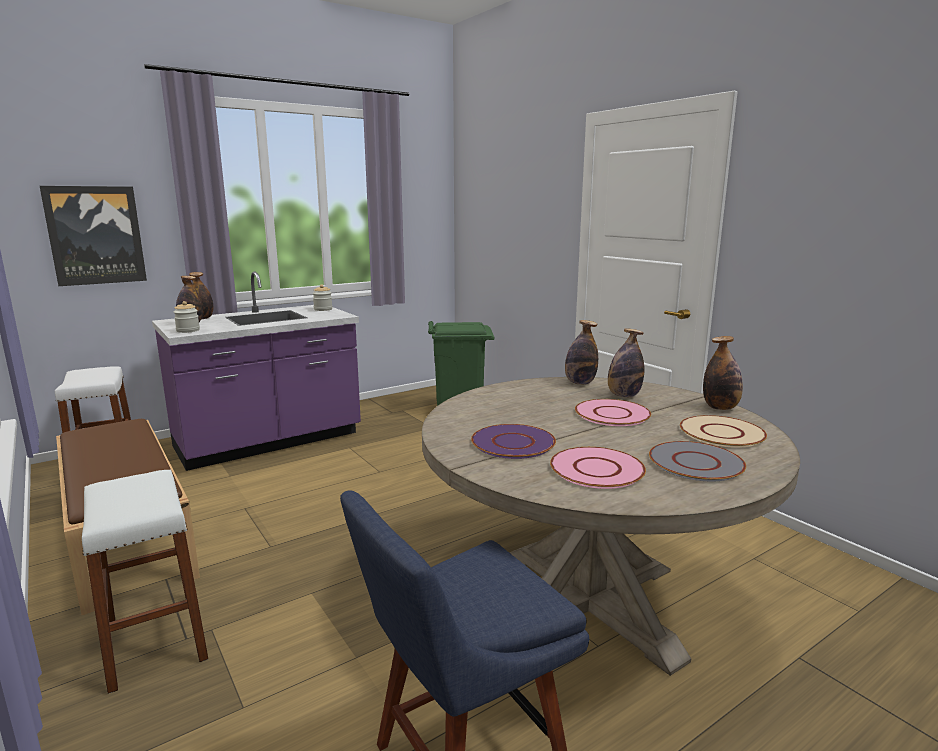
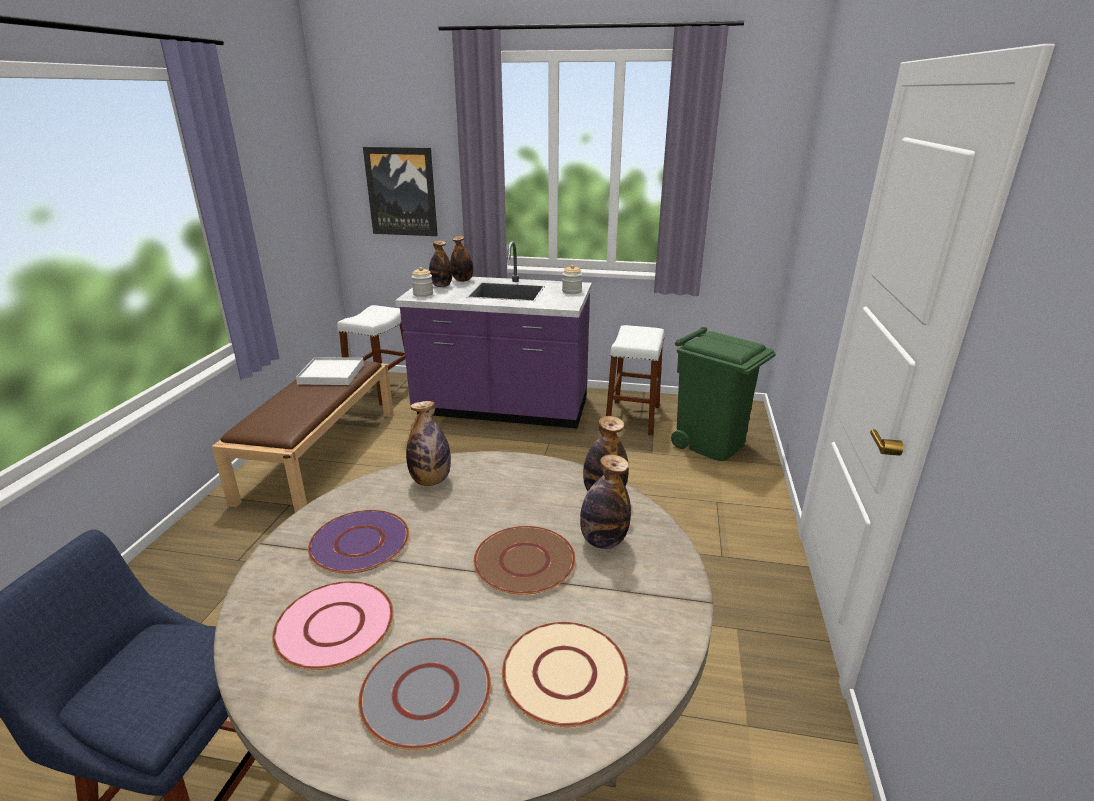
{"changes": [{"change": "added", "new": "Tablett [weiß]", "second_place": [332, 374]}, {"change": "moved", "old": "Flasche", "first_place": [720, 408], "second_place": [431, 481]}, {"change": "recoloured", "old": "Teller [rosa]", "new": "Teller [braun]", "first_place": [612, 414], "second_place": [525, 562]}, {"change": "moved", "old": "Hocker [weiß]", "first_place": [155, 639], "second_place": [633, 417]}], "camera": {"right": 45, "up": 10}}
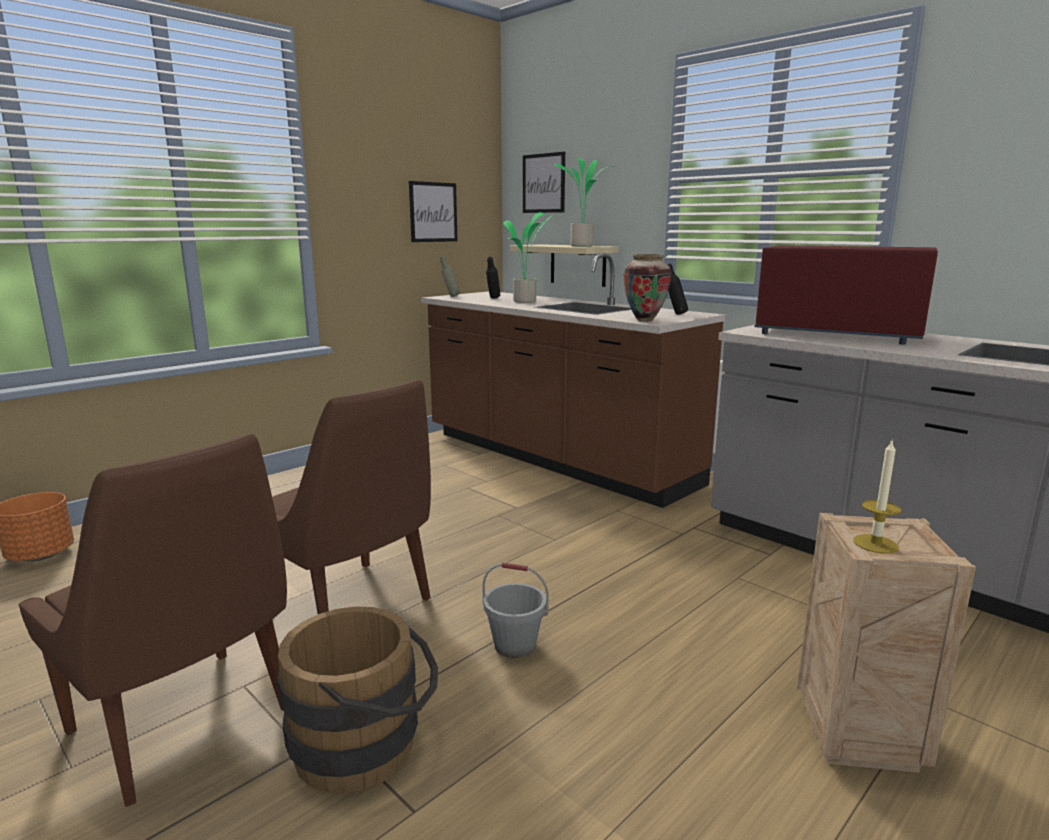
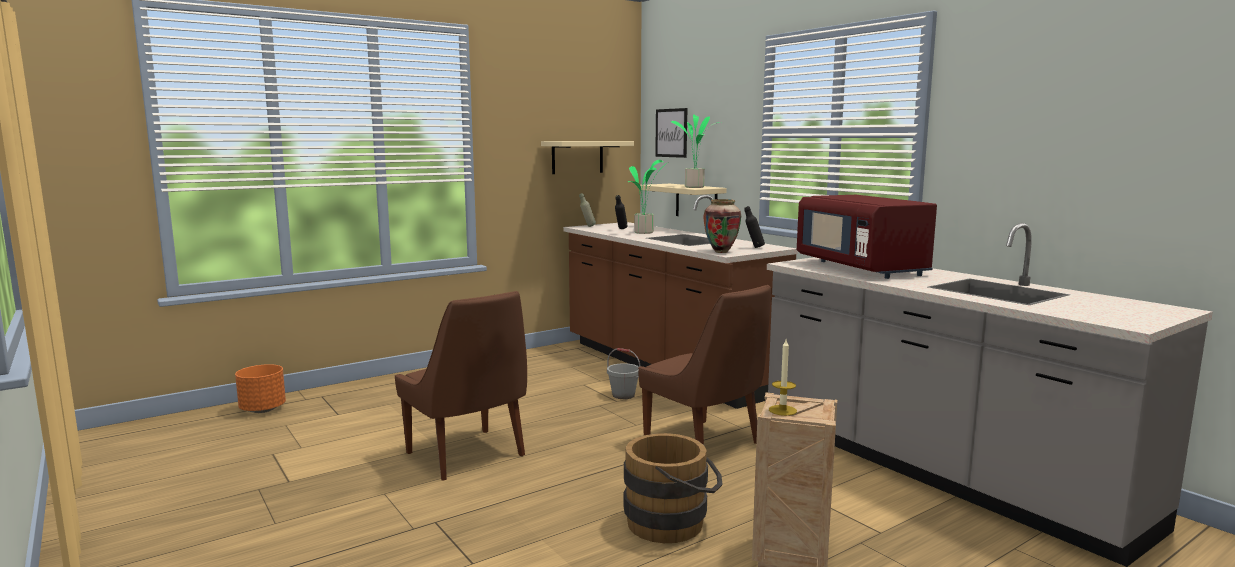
{"changes": [{"change": "replaced", "old": "Bild", "new": "Wandregal [beige]", "first_place": [433, 212], "second_place": [577, 157]}, {"change": "moved", "old": "Eimer [grau]", "first_place": [515, 645], "second_place": [623, 395]}, {"change": "moved", "old": "Eimer [braun]", "first_place": [367, 745], "second_place": [673, 523]}, {"change": "moved", "old": "Stuhl [braun]", "first_place": [186, 724], "second_place": [705, 444]}, {"change": "turned", "old": "Mikrowelle [rot]", "first_place": [838, 334], "second_place": [861, 268], "degrees": -150}], "camera": {"right": 10, "up": -5}}
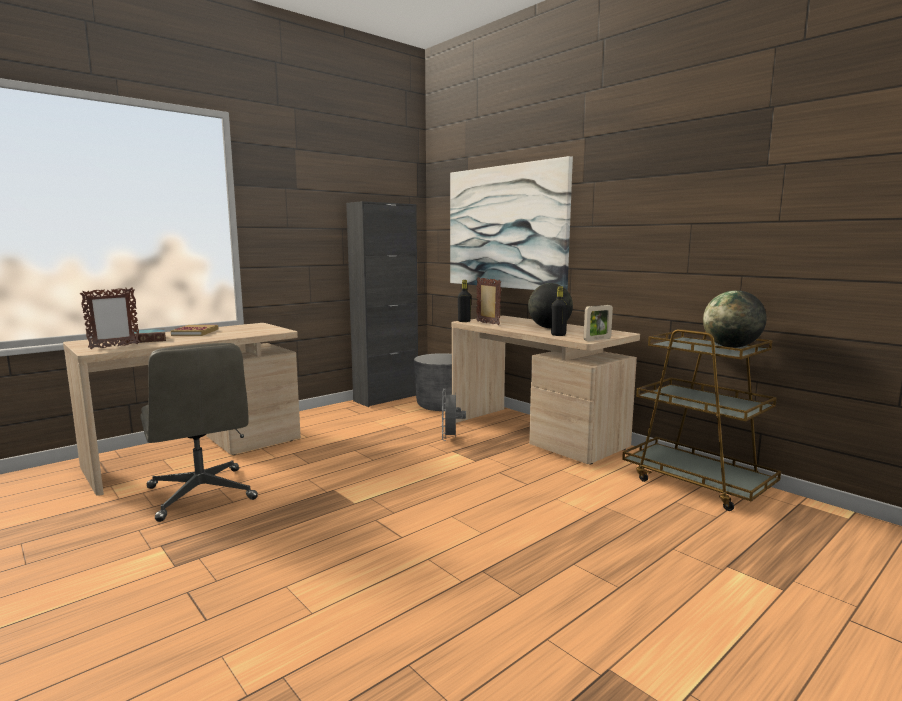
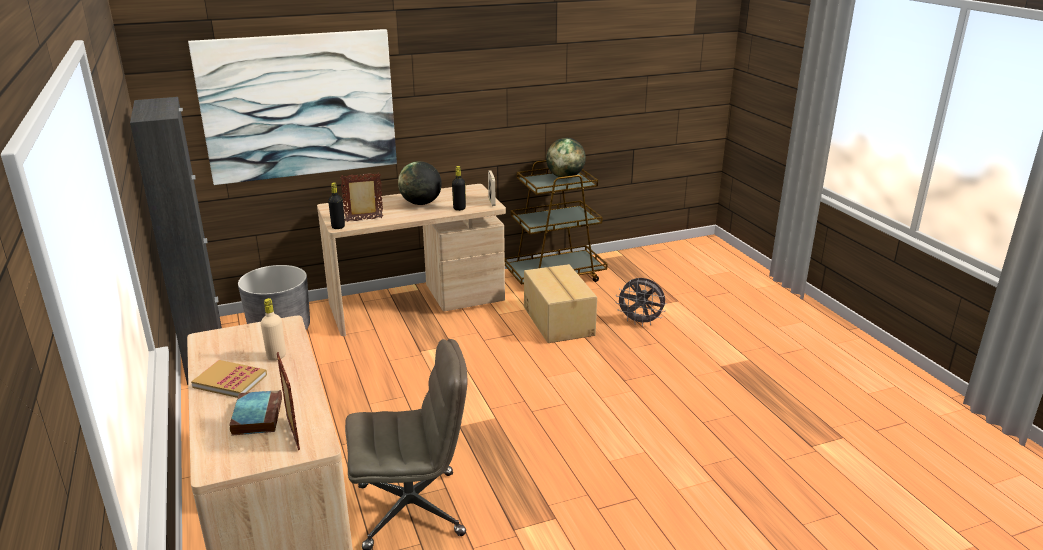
{"changes": [{"change": "added", "new": "Flasche [beige]", "second_place": [276, 356]}, {"change": "added", "new": "Karton", "second_place": [559, 320]}, {"change": "moved", "old": "Ventilator [grau]", "first_place": [451, 439], "second_place": [640, 322]}], "camera": {"right": -70, "up": 15}}
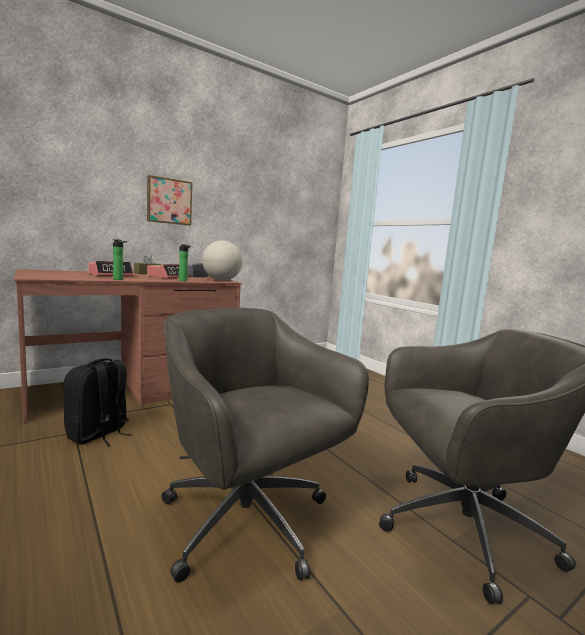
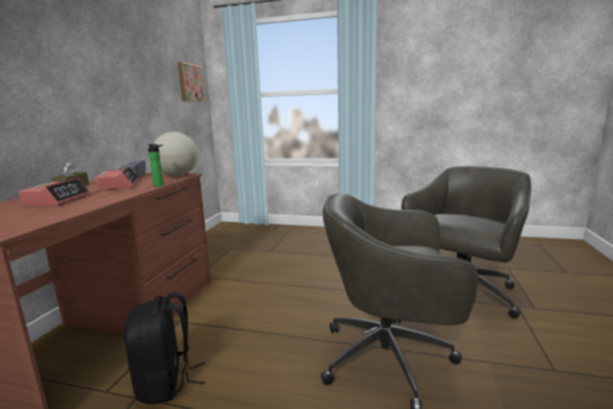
{"changes": [{"change": "moved", "old": "Bild", "first_place": [169, 201], "second_place": [190, 83]}, {"change": "removed", "old": "Flasche", "first_place": [119, 279]}], "camera": {"right": -40, "up": 5}}
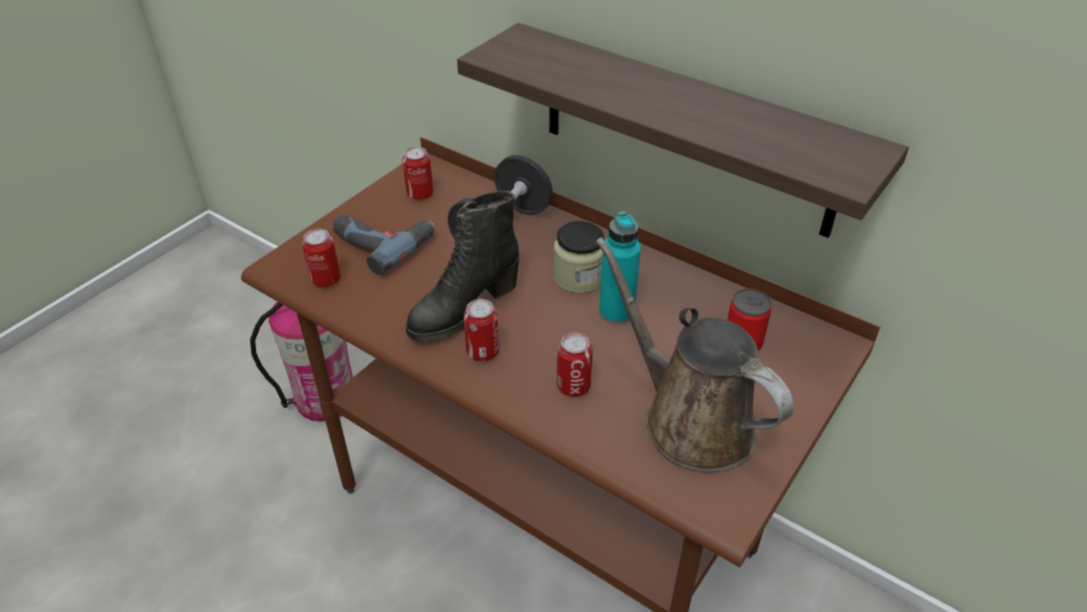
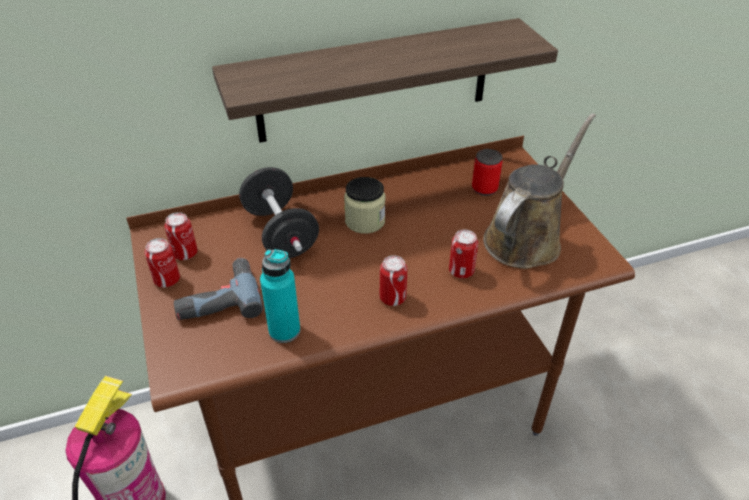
{"changes": [{"change": "moved", "old": "Dose", "first_place": [326, 279], "second_place": [167, 280]}, {"change": "moved", "old": "Flasche [türkis]", "first_place": [616, 312], "second_place": [284, 331]}, {"change": "turned", "old": "Gießkanne [braun]", "first_place": [690, 419], "second_place": [526, 238], "degrees": 135}, {"change": "removed", "old": "Stiefel [schwarz]", "first_place": [463, 310]}], "camera": {"right": -55, "up": 0}}
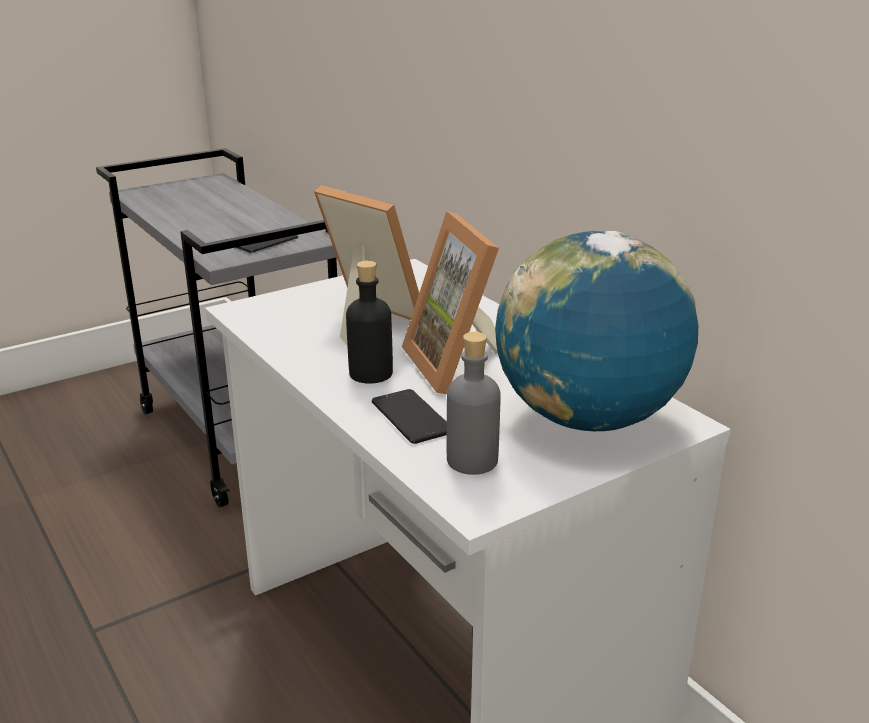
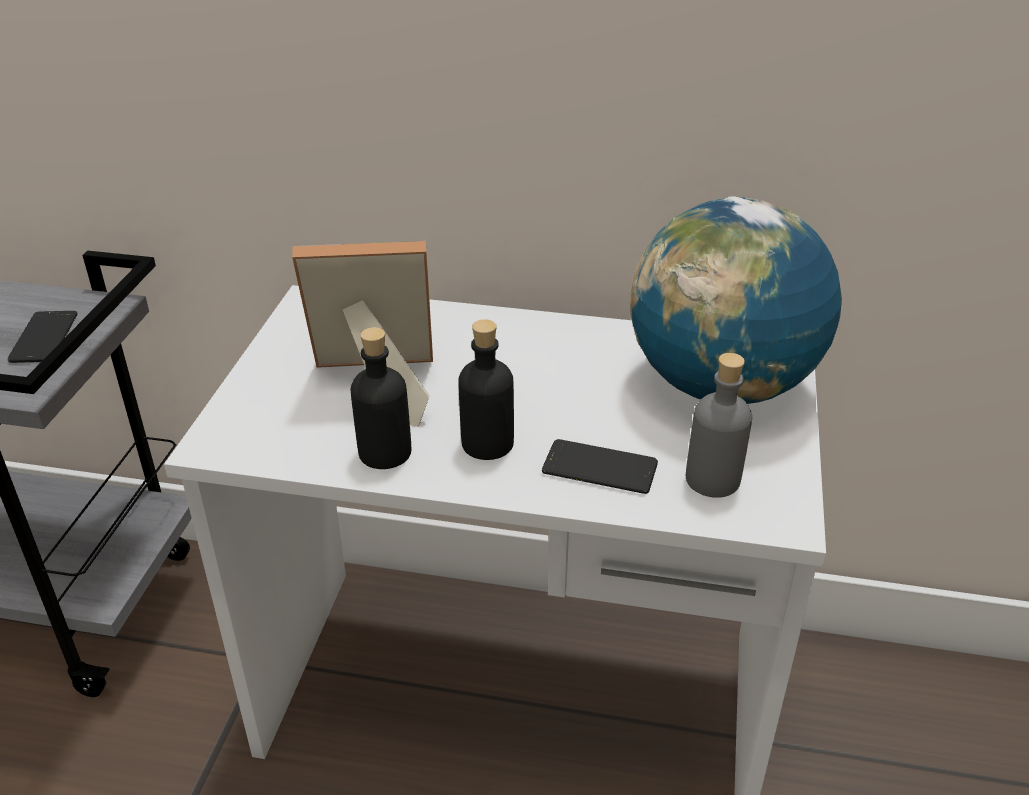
{"changes": [{"change": "added", "new": "Flasche [schwarz]", "second_place": [384, 452]}, {"change": "removed", "old": "Bilderrahmen", "first_place": [460, 364]}], "camera": {"right": -45, "up": 10}}
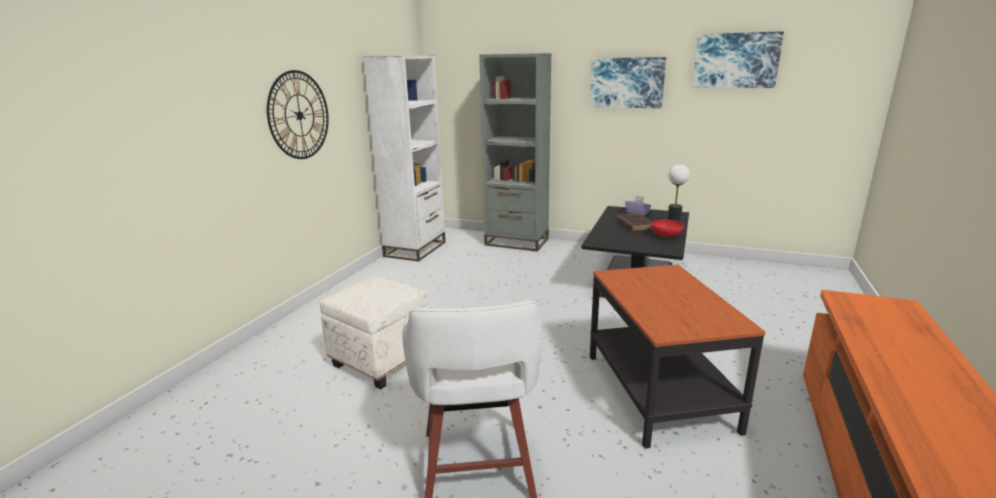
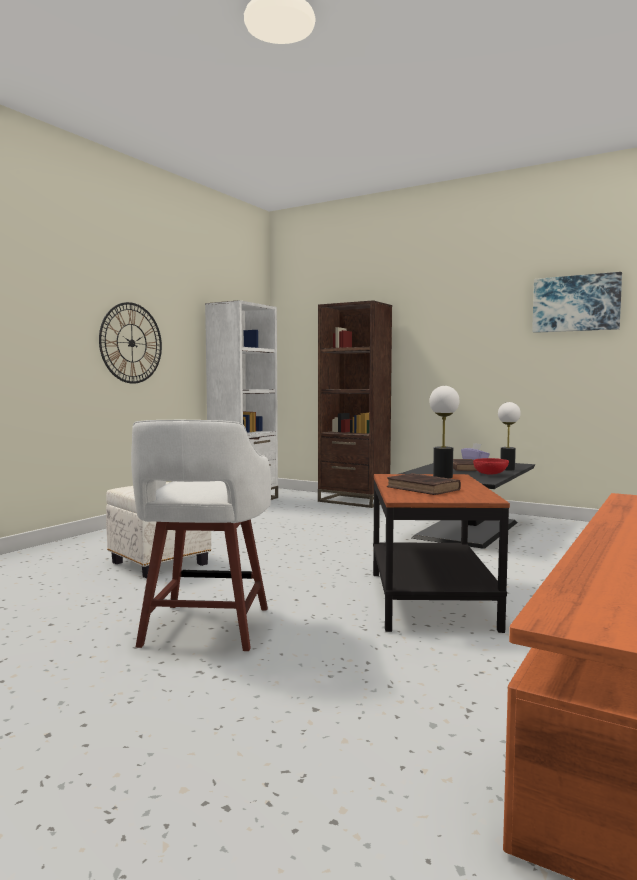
{"changes": [{"change": "recoloured", "old": "Bücherregal [grau]", "new": "Bücherregal [braun]", "first_place": [516, 242], "second_place": [354, 501]}, {"change": "added", "new": "Buch [braun]", "second_place": [424, 489]}, {"change": "added", "new": "Tischlampe", "second_place": [442, 477]}, {"change": "removed", "old": "Bild", "first_place": [627, 82]}], "camera": {"right": 10, "up": -15}}
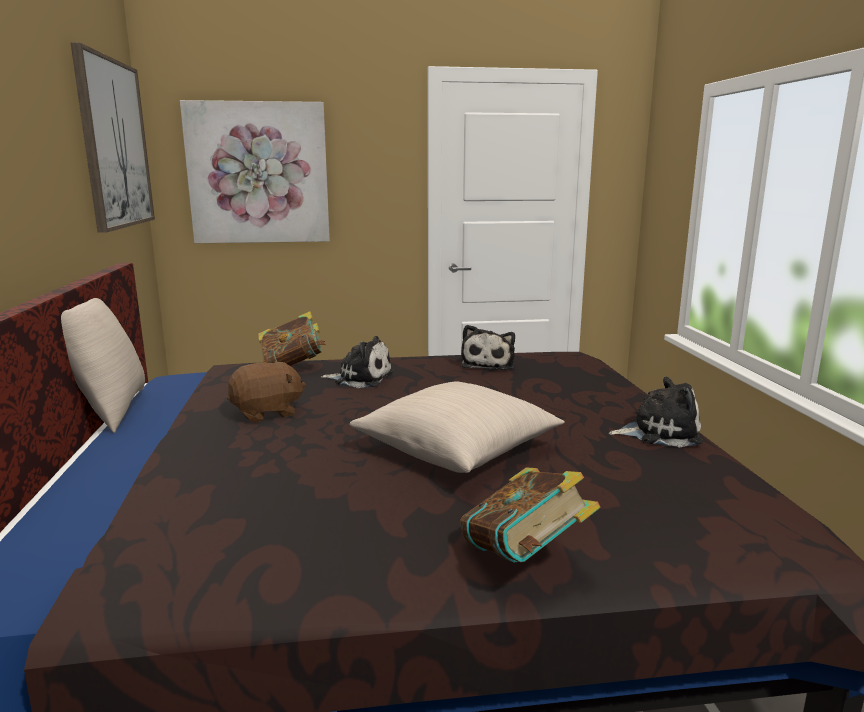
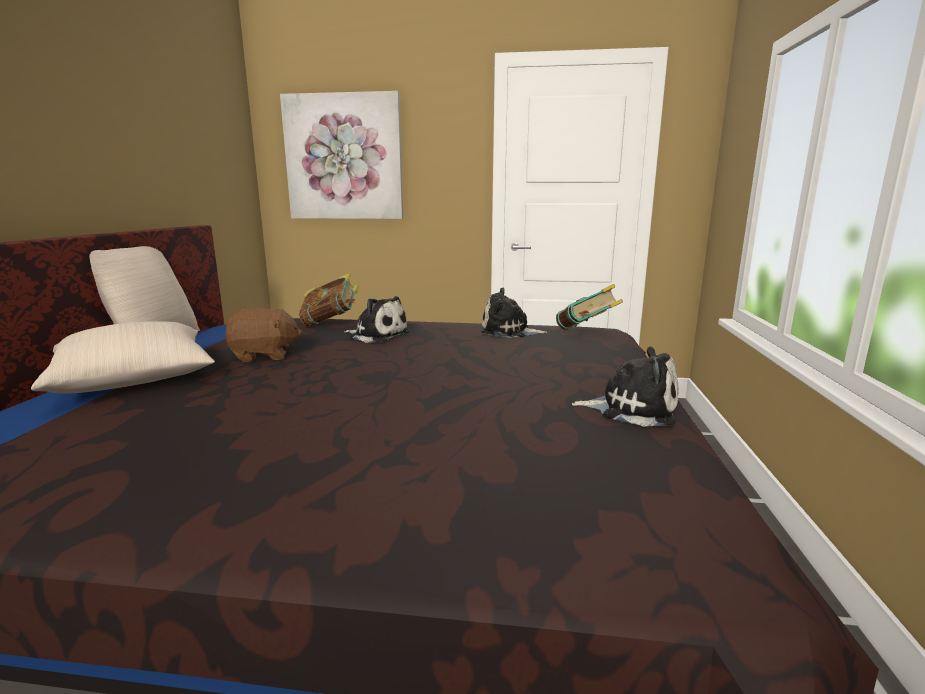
{"changes": [{"change": "moved", "old": "Kissen [beige]", "first_place": [457, 450], "second_place": [134, 380]}, {"change": "turned", "old": "Plüschtier", "first_place": [488, 364], "second_place": [509, 332], "degrees": 75}, {"change": "moved", "old": "Buch", "first_place": [524, 558], "second_place": [586, 333]}, {"change": "removed", "old": "Bild", "first_place": [114, 144]}], "camera": {"right": 15, "up": 0}}
